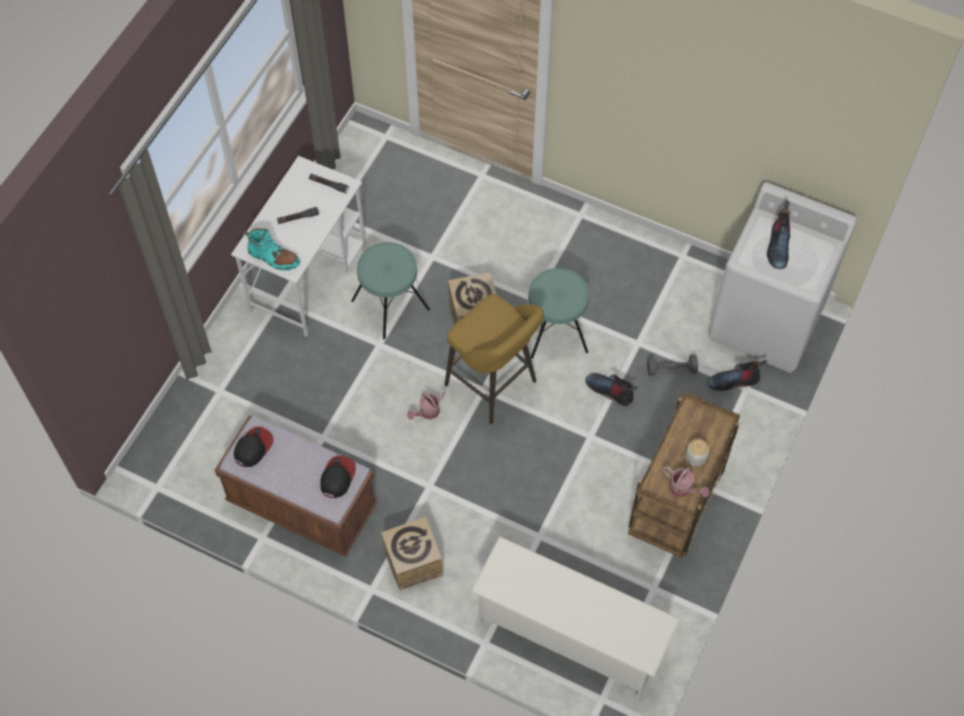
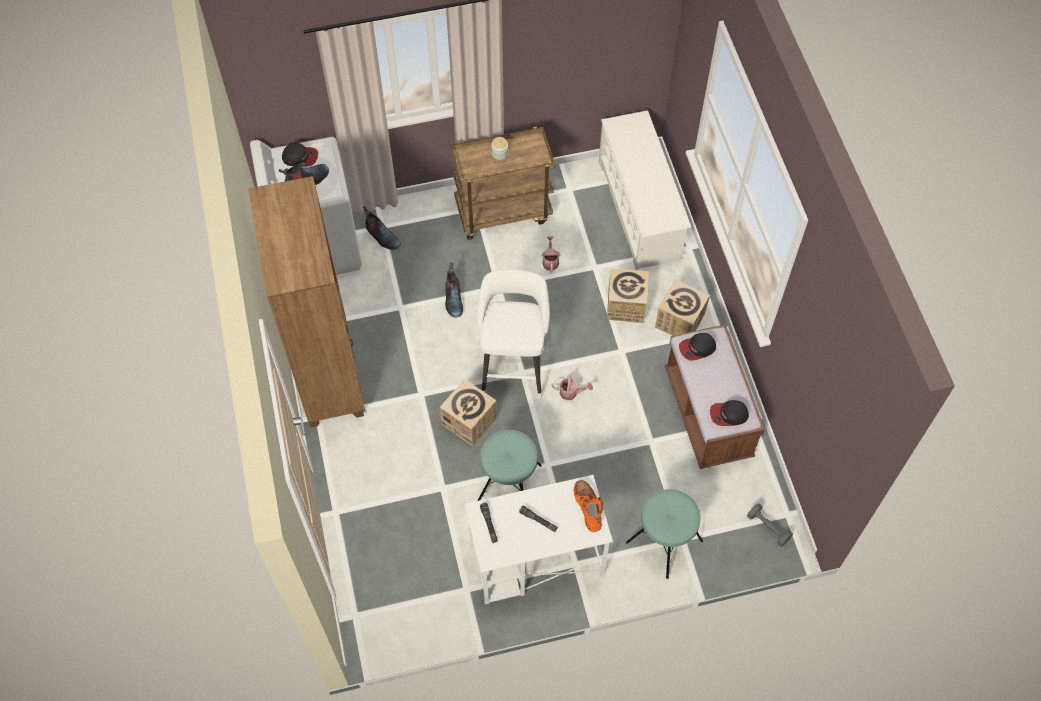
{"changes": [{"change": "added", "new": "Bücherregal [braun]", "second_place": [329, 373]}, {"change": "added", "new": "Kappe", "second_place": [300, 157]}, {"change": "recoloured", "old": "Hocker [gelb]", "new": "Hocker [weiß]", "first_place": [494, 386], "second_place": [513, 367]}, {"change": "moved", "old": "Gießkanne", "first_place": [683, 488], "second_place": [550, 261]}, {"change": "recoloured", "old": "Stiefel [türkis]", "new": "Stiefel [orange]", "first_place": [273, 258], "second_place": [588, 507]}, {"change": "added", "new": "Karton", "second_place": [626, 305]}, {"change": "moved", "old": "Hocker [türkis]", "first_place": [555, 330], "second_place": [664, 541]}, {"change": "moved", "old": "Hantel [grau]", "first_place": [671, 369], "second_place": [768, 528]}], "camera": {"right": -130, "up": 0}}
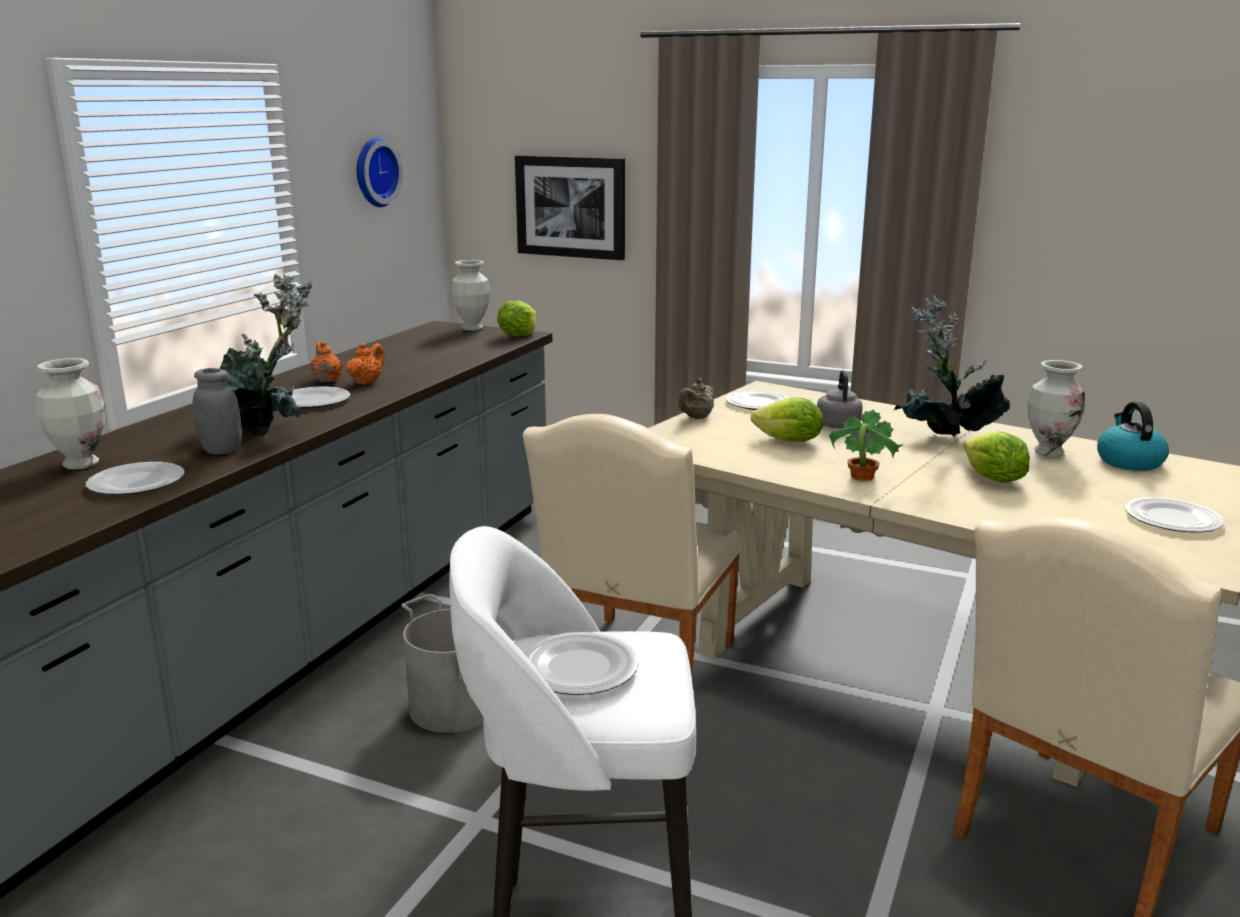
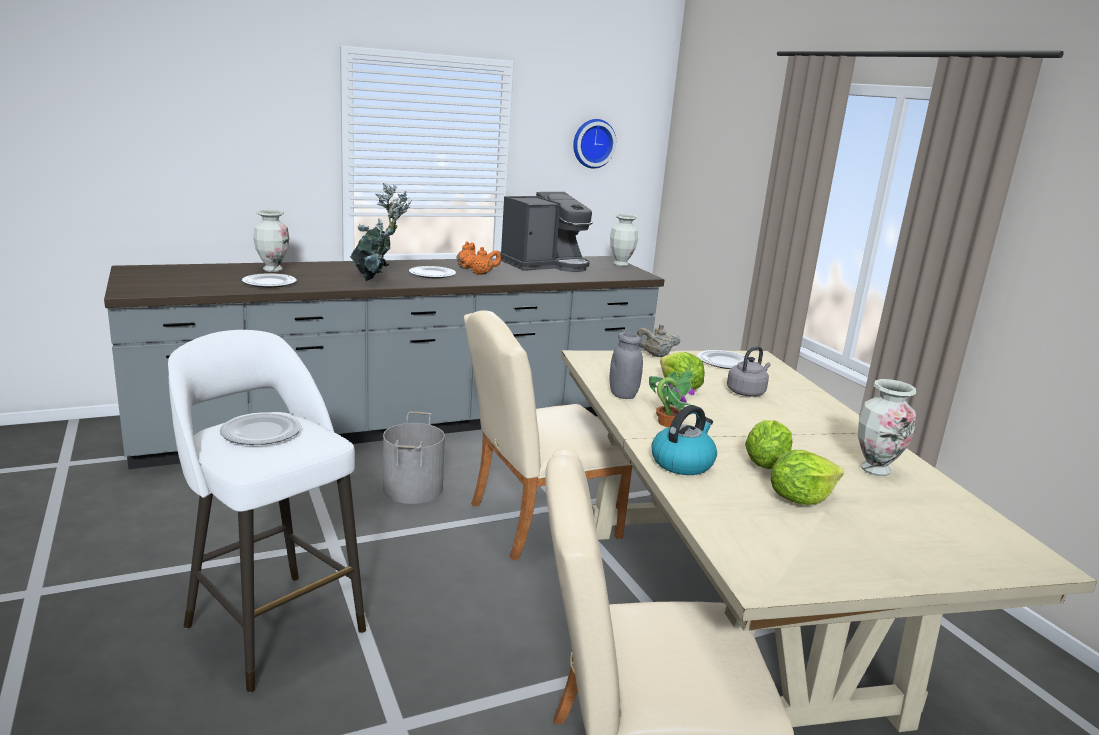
{"changes": [{"change": "added", "new": "Kaffeemaschine", "second_place": [545, 265]}, {"change": "moved", "old": "Vorratsglas [grau]", "first_place": [221, 450], "second_place": [623, 395]}, {"change": "moved", "old": "Wasserkessel", "first_place": [1128, 461], "second_place": [682, 463]}, {"change": "moved", "old": "Salatkopf", "first_place": [518, 335], "second_place": [799, 498]}, {"change": "removed", "old": "Bild", "first_place": [571, 207]}, {"change": "removed", "old": "Topfpflanze", "first_place": [943, 439]}, {"change": "removed", "old": "Teller", "first_place": [1173, 519]}], "camera": {"right": 40, "up": 0}}
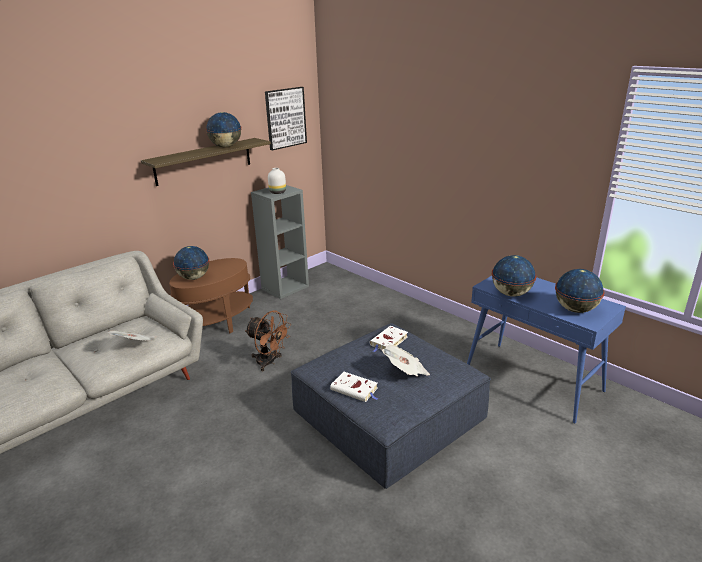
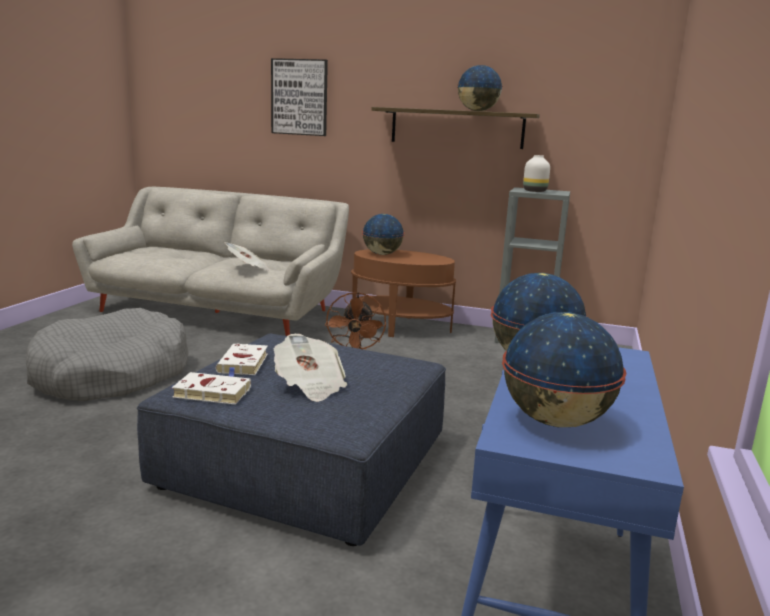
{"changes": [{"change": "added", "new": "Hundebett [grau]", "second_place": [111, 374]}, {"change": "moved", "old": "Buch [weiß]", "first_place": [388, 341], "second_place": [210, 393]}, {"change": "moved", "old": "Bild", "first_place": [285, 118], "second_place": [299, 97]}], "camera": {"right": 60, "up": -10}}
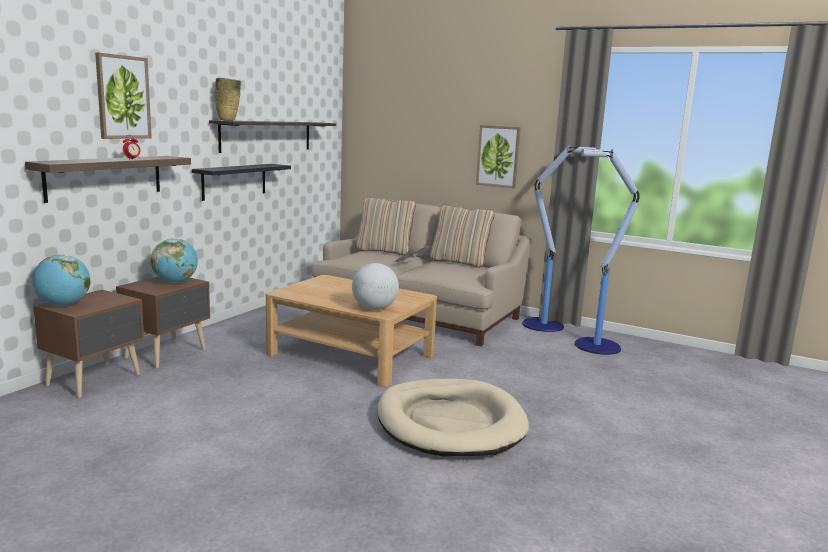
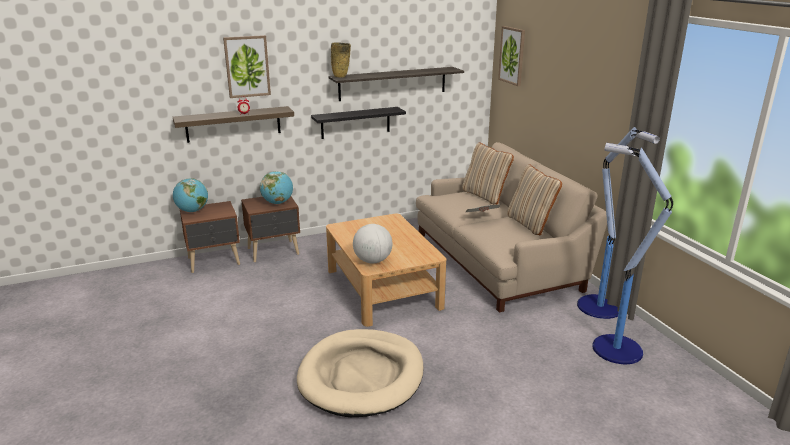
{"changes": [{"change": "moved", "old": "Bild", "first_place": [498, 156], "second_place": [512, 55]}], "camera": {"right": 40, "up": 10}}
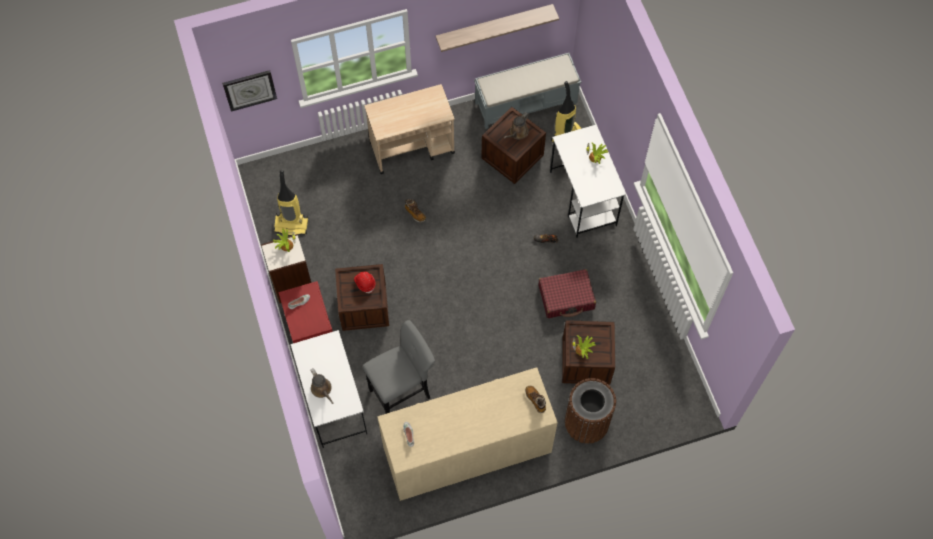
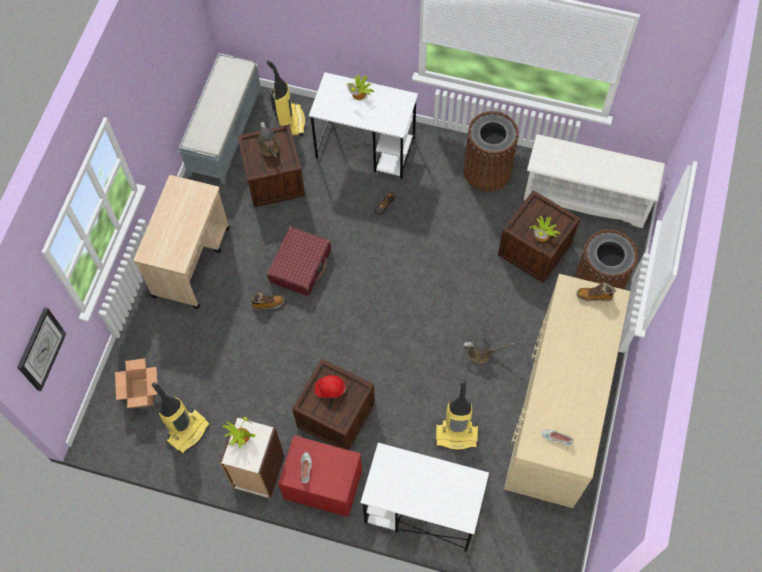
{"changes": [{"change": "added", "new": "Karton", "second_place": [142, 392]}, {"change": "moved", "old": "Koffer [rot]", "first_place": [566, 297], "second_place": [300, 265]}, {"change": "replaced", "old": "Hocker [grau]", "new": "Staubsauger", "first_place": [402, 392], "second_place": [457, 434]}, {"change": "moved", "old": "Gießkanne [braun]", "first_place": [322, 389], "second_place": [481, 353]}, {"change": "added", "new": "Mülleimer [braun]", "second_place": [487, 171]}, {"change": "added", "new": "Schuhregal [weiß]", "second_place": [586, 196]}, {"change": "removed", "old": "Wandregal", "first_place": [494, 26]}], "camera": {"right": -55, "up": 0}}
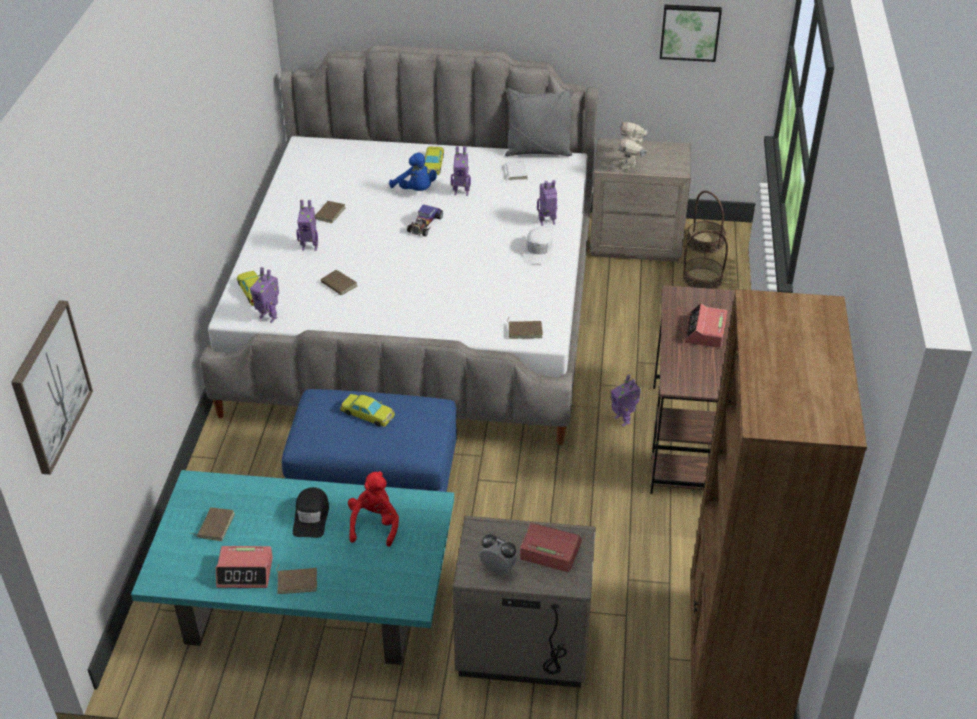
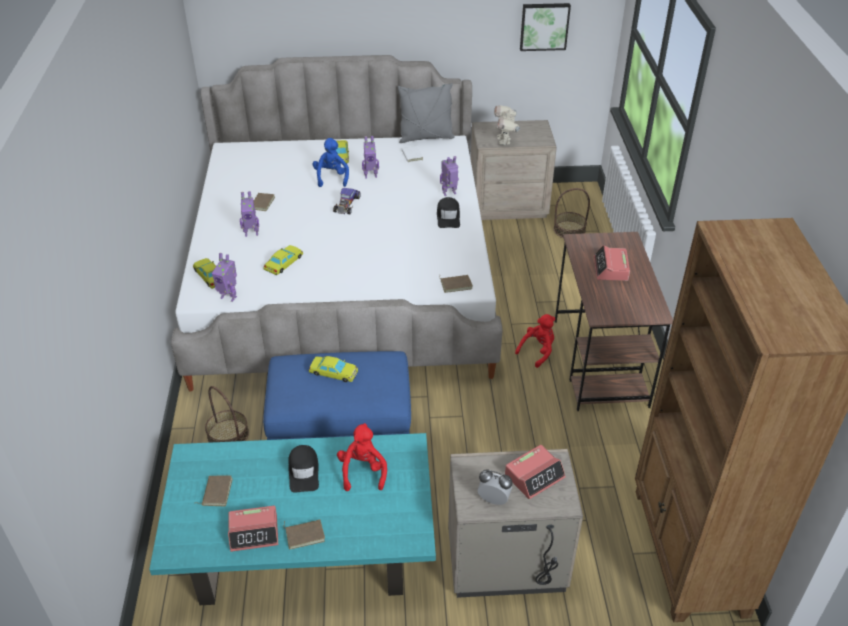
{"changes": [{"change": "moved", "old": "Korb", "first_place": [705, 242], "second_place": [228, 434]}, {"change": "replaced", "old": "Buch [braun]", "new": "Spielzeugauto [gelb]", "first_place": [338, 285], "second_place": [284, 262]}, {"change": "turned", "old": "Plüschtier [blau]", "first_place": [415, 190], "second_place": [331, 177], "degrees": -135}, {"change": "recoloured", "old": "Kappe [weiß]", "new": "Kappe [schwarz]", "first_place": [538, 251], "second_place": [448, 217]}, {"change": "turned", "old": "Wecker", "first_place": [550, 550], "second_place": [534, 476], "degrees": 135}, {"change": "replaced", "old": "Spielzeugroboter", "new": "Plüschtier [rot]", "first_place": [623, 420], "second_place": [538, 351]}, {"change": "removed", "old": "Bild", "first_place": [50, 386]}], "camera": {"right": -10, "up": 0}}
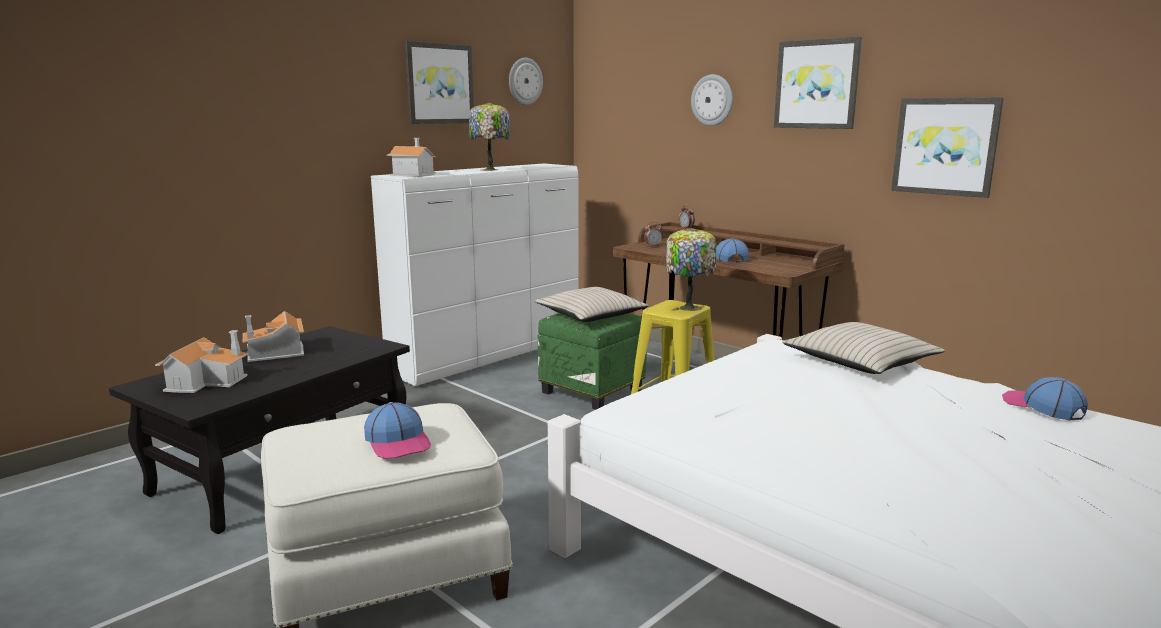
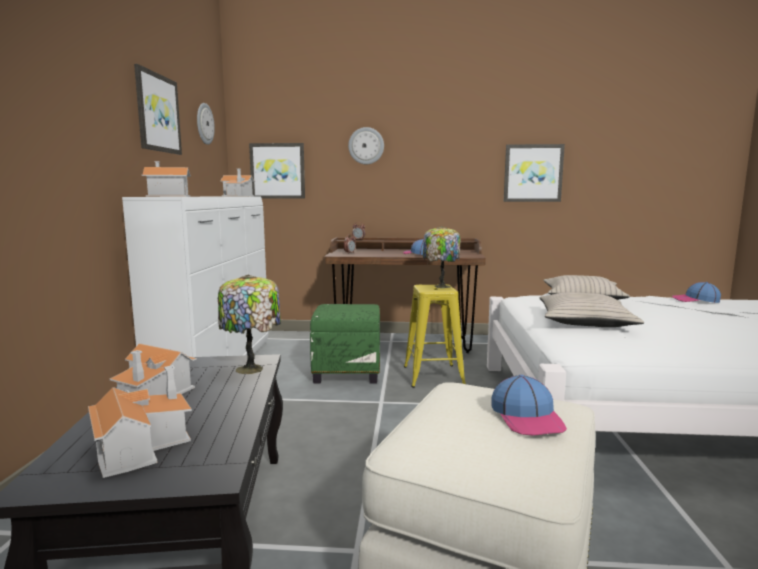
{"changes": [{"change": "moved", "old": "Tischlampe", "first_place": [490, 170], "second_place": [251, 369]}, {"change": "added", "new": "Spielzeughaus", "second_place": [238, 196]}, {"change": "moved", "old": "Bild", "first_place": [817, 84], "second_place": [277, 171]}, {"change": "turned", "old": "Kappe", "first_place": [398, 442], "second_place": [527, 417], "degrees": 60}, {"change": "moved", "old": "Kissen [beige]", "first_place": [591, 315], "second_place": [584, 321]}], "camera": {"right": -40, "up": -5}}
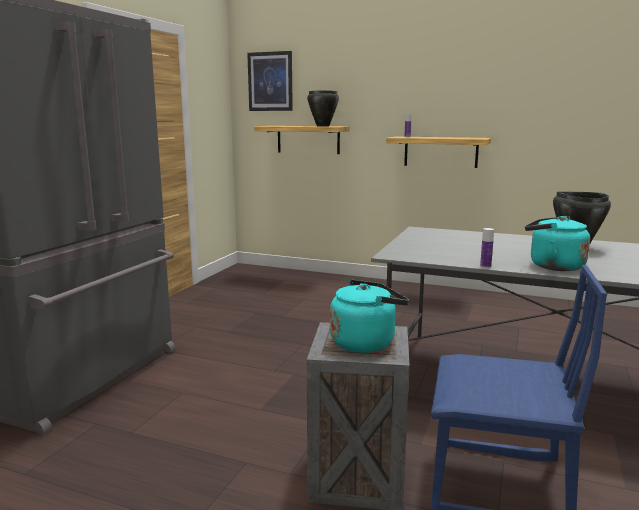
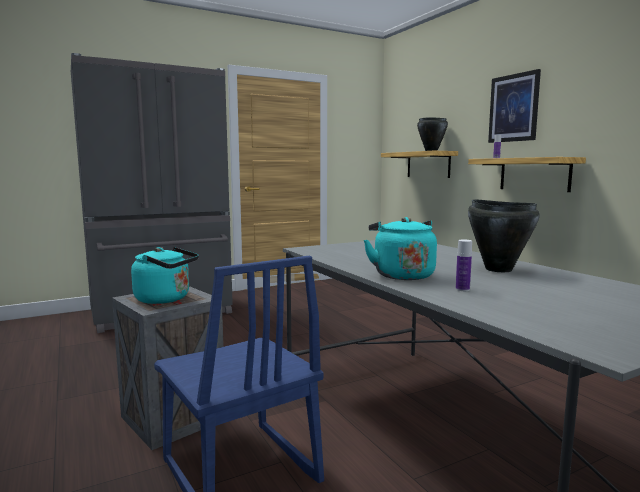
{"changes": [{"change": "moved", "old": "Flasche", "first_place": [485, 266], "second_place": [462, 289]}, {"change": "moved", "old": "Bild", "first_place": [270, 81], "second_place": [513, 108]}], "camera": {"right": 40, "up": -5}}
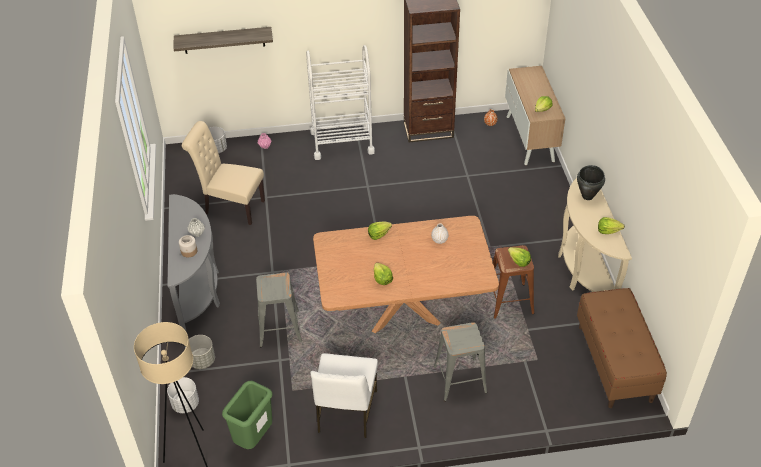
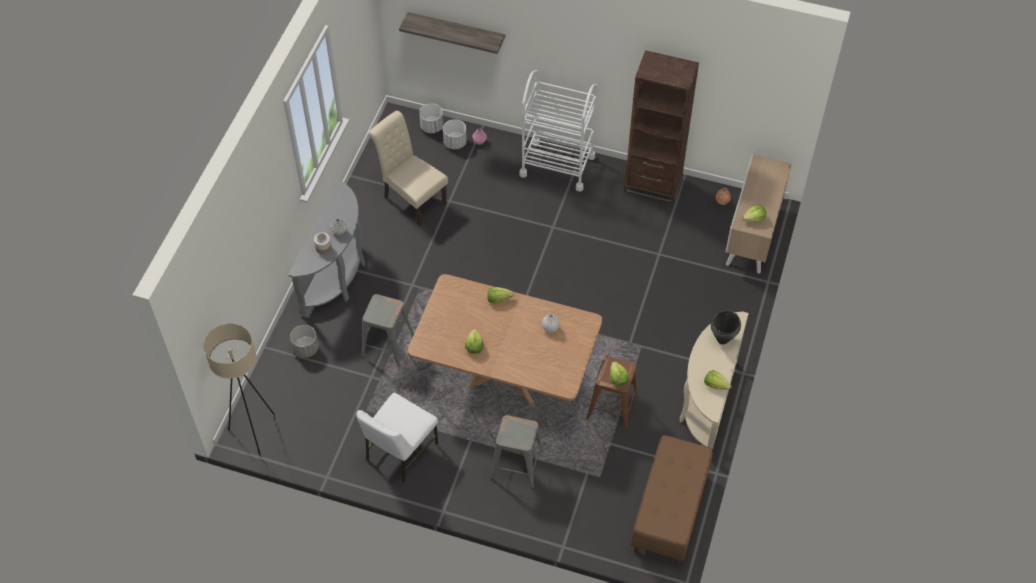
{"changes": [{"change": "moved", "old": "Pflanzkübel [weiß]", "first_place": [185, 404], "second_place": [455, 142]}, {"change": "removed", "old": "Mülleimer [grün]", "first_place": [253, 437]}], "camera": {"right": 25, "up": 10}}
